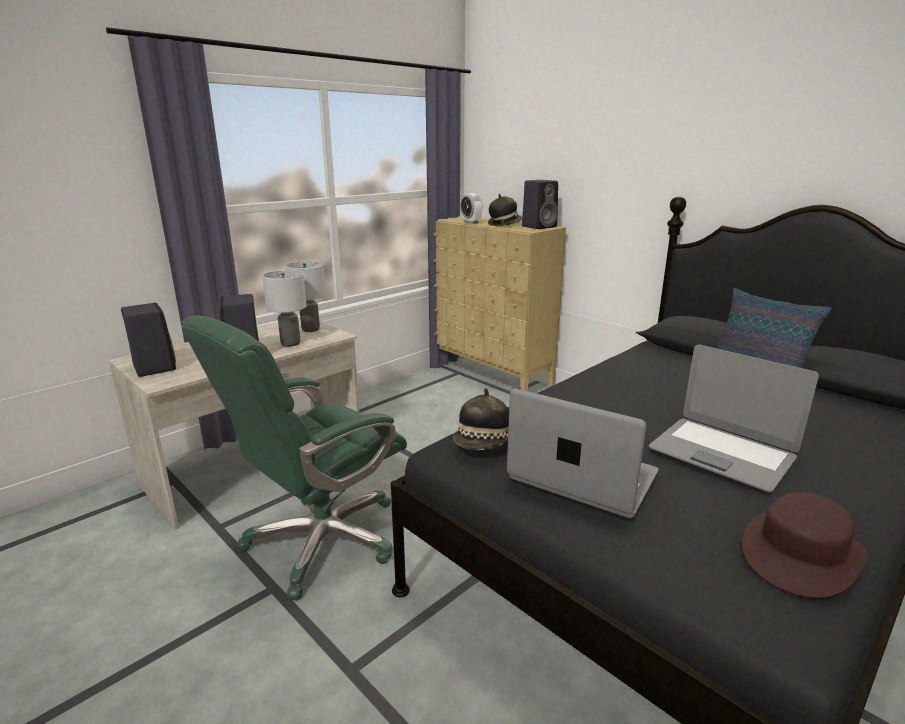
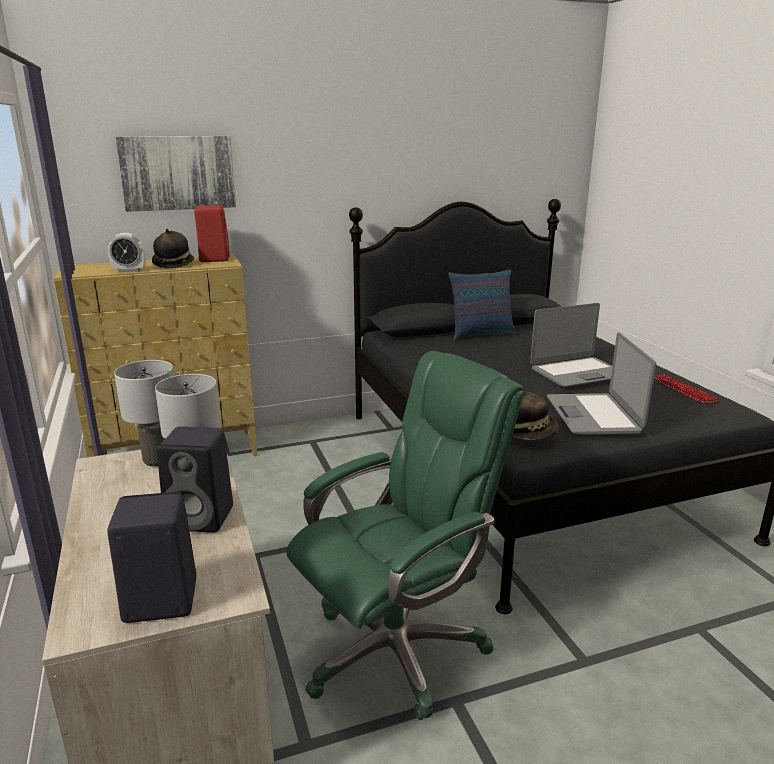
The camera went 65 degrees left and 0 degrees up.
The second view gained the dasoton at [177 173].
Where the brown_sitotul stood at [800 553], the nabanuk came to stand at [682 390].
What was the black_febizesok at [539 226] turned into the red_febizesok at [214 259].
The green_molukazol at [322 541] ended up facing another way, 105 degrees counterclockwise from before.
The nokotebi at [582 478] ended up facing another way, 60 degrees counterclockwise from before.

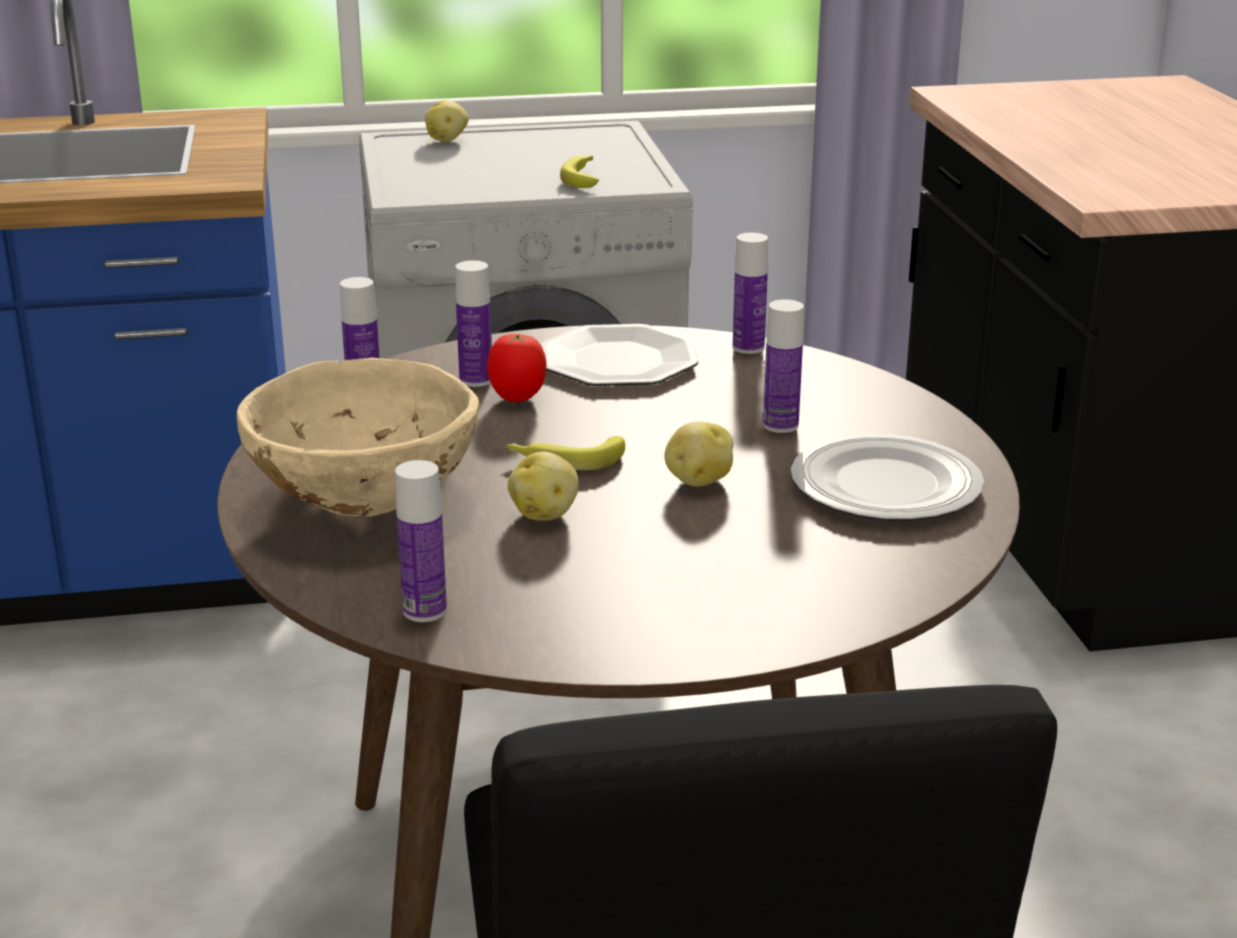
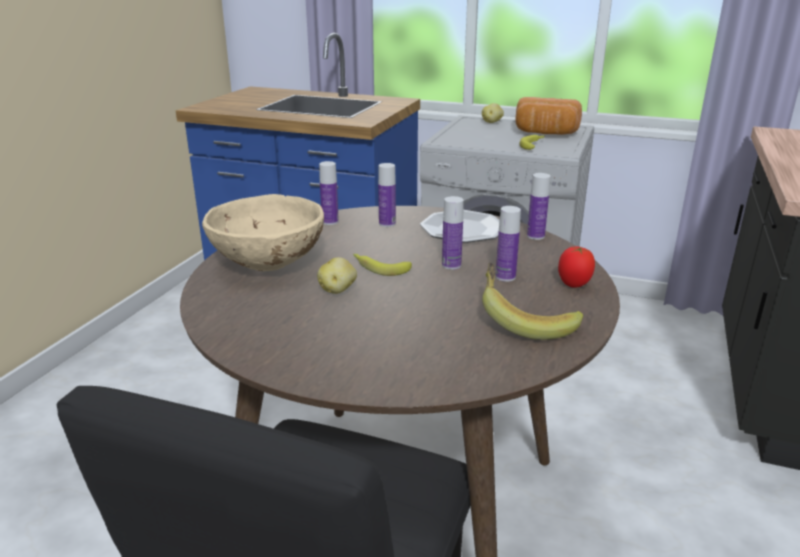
The camera went 30 degrees right and 0 degrees up.
The second view lost the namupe at [698 480].
The second view gained the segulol at [545 133].
The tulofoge ended up elsewhere, having gone from [424 611] to [451 265].
The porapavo ended up elsewhere, having gone from [517 398] to [574 285].
Where the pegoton stood at [885 484], the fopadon came to stand at [525 321].

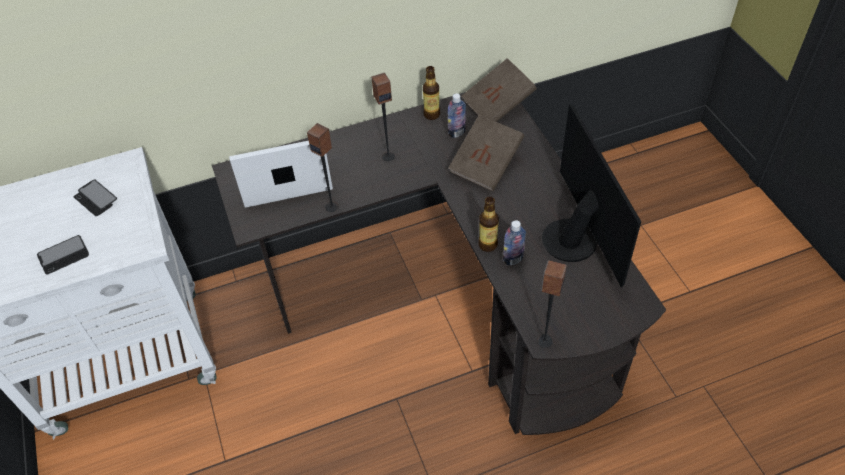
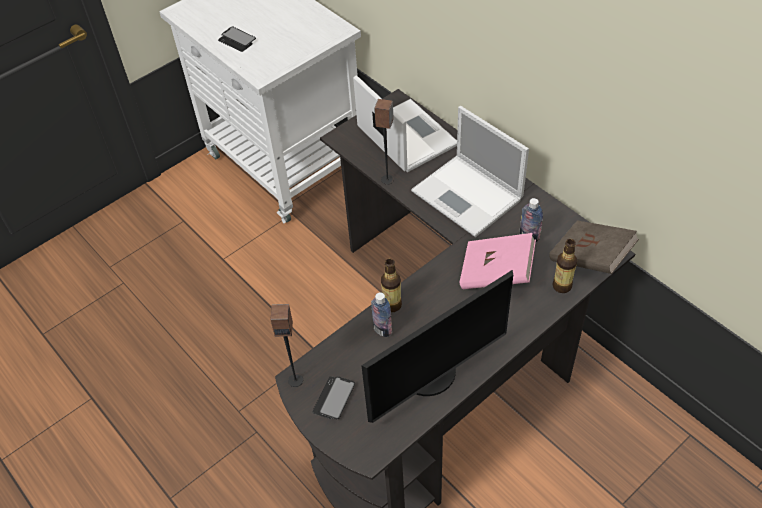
The camera went 70 degrees right and 0 degrees up.
The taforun ended up elsewhere, having gone from [96 199] to [334 398].
The tulofoge ended up elsewhere, having gone from [432 114] to [562 286].
Where the febizesok stood at [388 156], the nokotebi came to stand at [468 196].
What was the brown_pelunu at [486 165] turned into the pink_pelunu at [496 273].

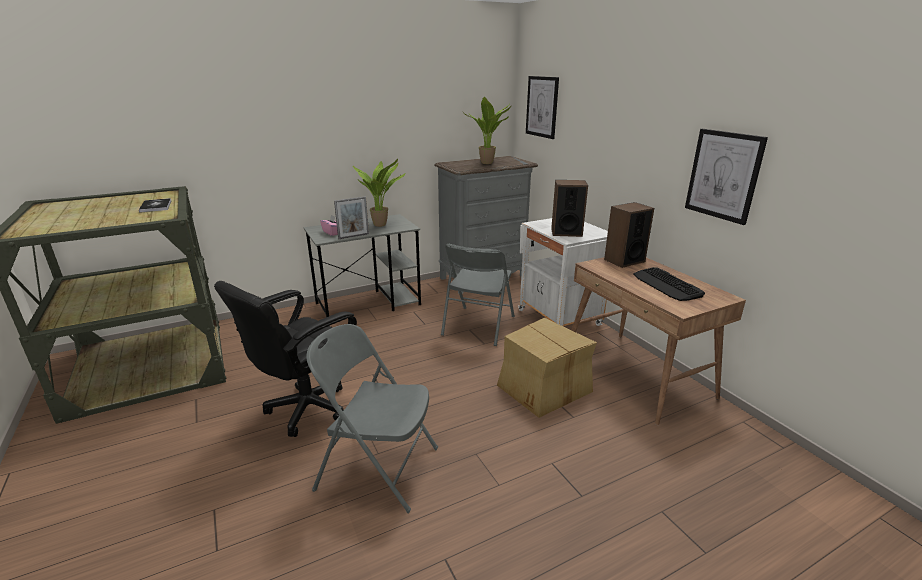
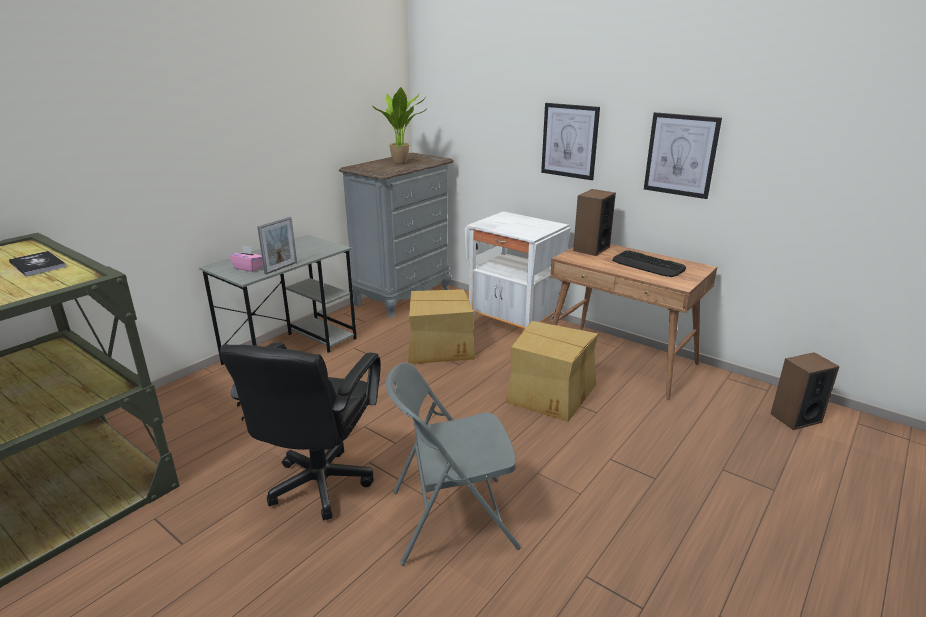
The camera went 25 degrees left and 0 degrees up.
The second view lost the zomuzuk at [382 224].
The dasoton ended up elsewhere, having gone from [542 107] to [569 141].
The febizesok ended up elsewhere, having gone from [566 232] to [795 418].
Where the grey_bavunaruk stood at [478 325], the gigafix came to stand at [438 347].

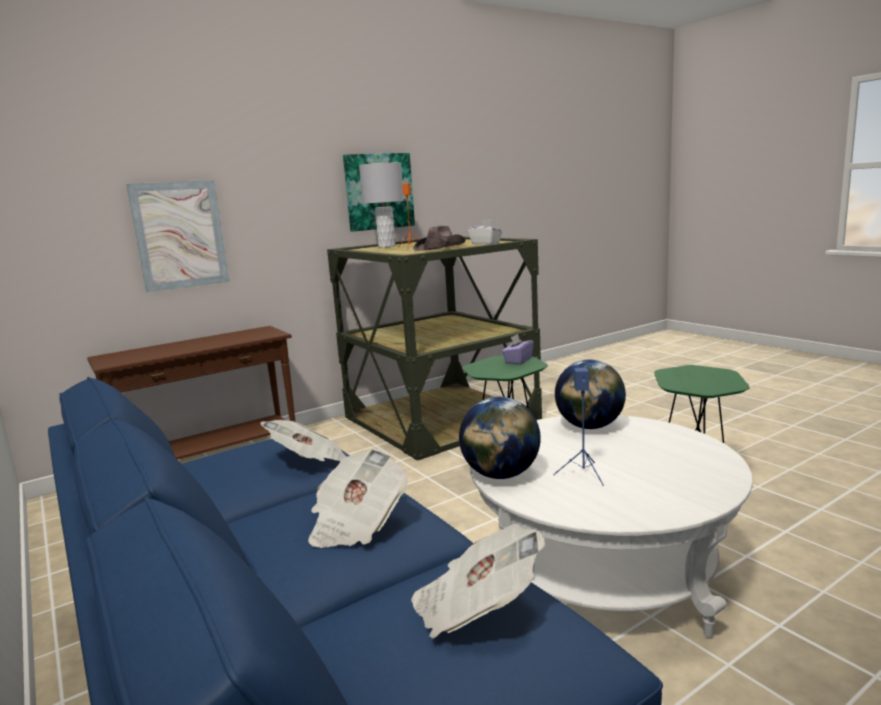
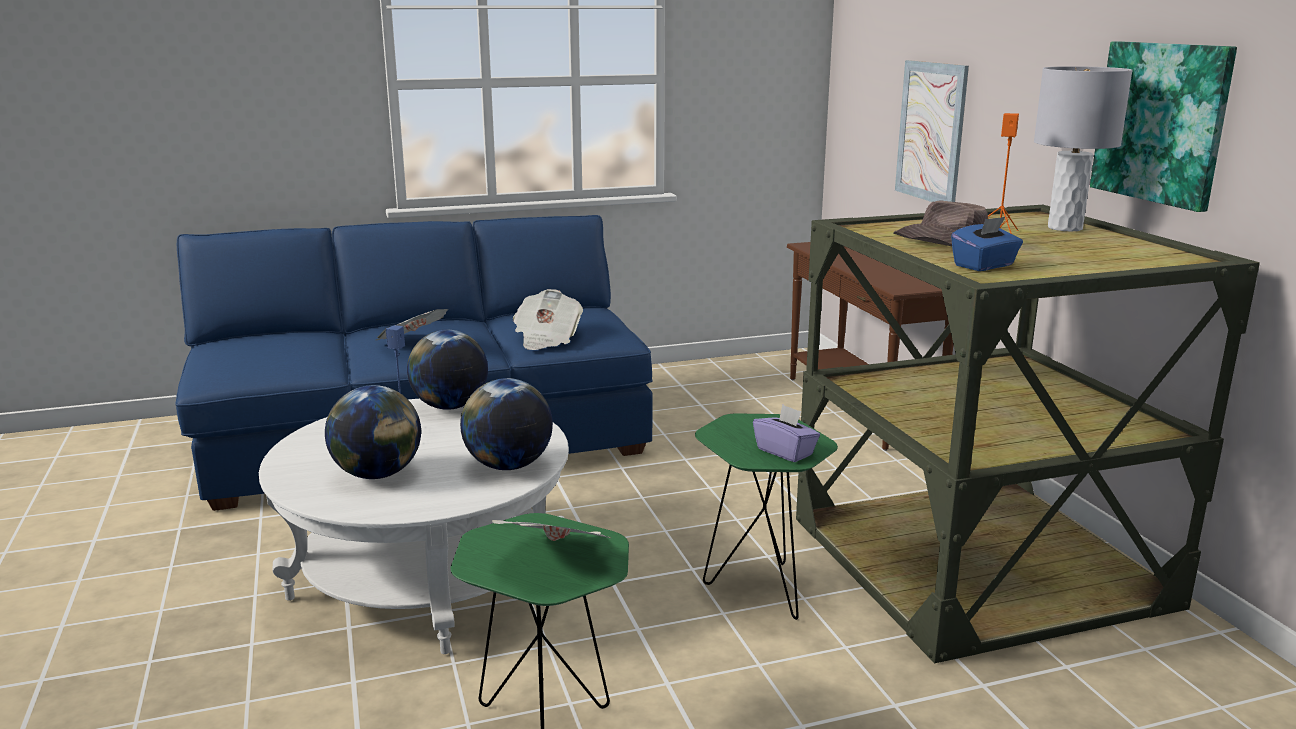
The camera went 105 degrees right and 5 degrees up.
The second view gained the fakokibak at [377 474].
The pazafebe ended up elsewhere, having gone from [476 609] to [558 558].
What was the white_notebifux at [486 243] turned into the blue_notebifux at [984 266].

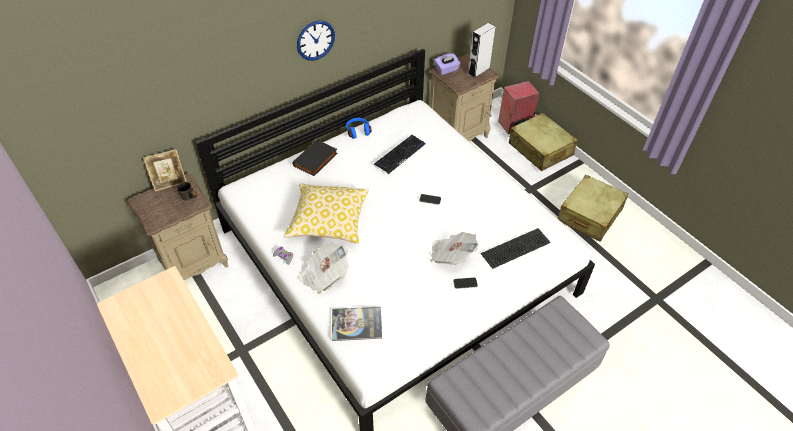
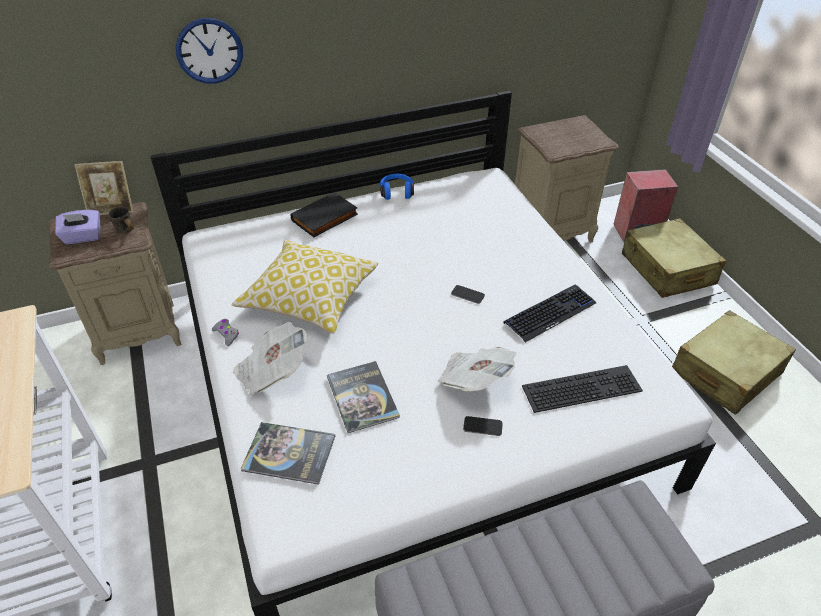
The camera went 15 degrees right and 5 degrees down.
The second view lost the grey_febizesok at [478 71].
The second view gained the pelunu at [362 397].
The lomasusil ended up elsewhere, having gone from [315 40] to [209 51].
The nabanuk ended up elsewhere, having gone from [400 154] to [550 313].
The purple_notebifux ended up elsewhere, having gone from [446 70] to [83 237].

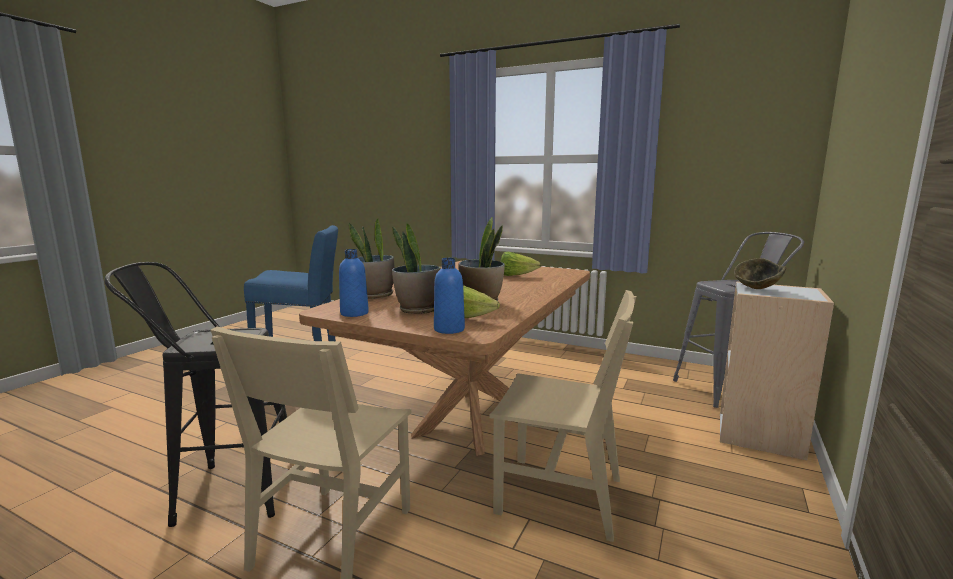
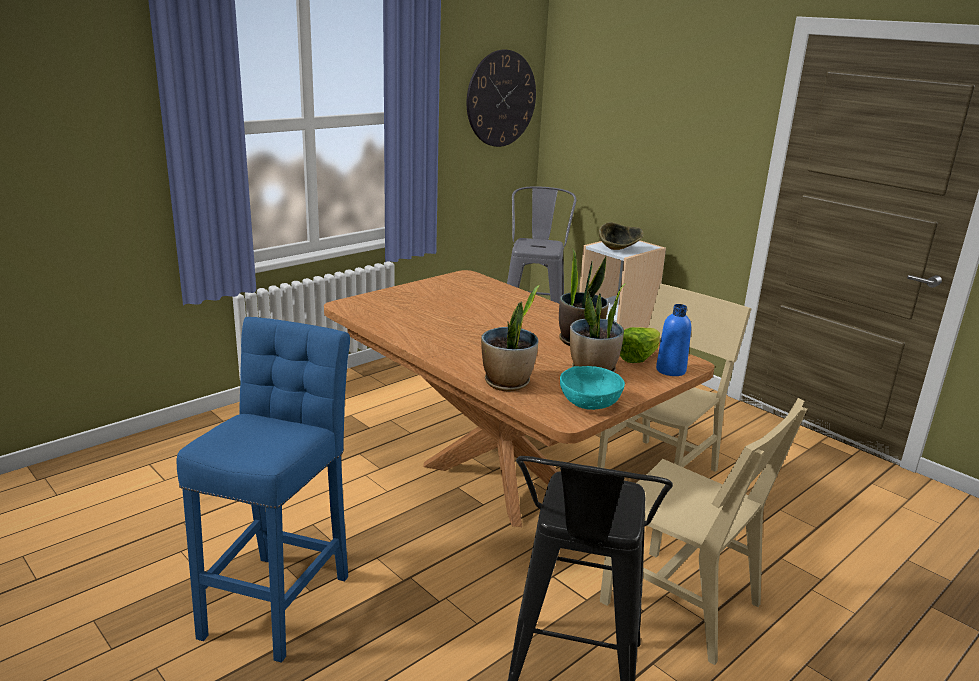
The camera went 70 degrees left and 10 degrees up.
The second view lost the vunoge at [516 276].
The second view gained the lomasusil at [501 98].
Where the blue_tulofoge stood at [354 313], the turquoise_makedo came to stand at [589 403].

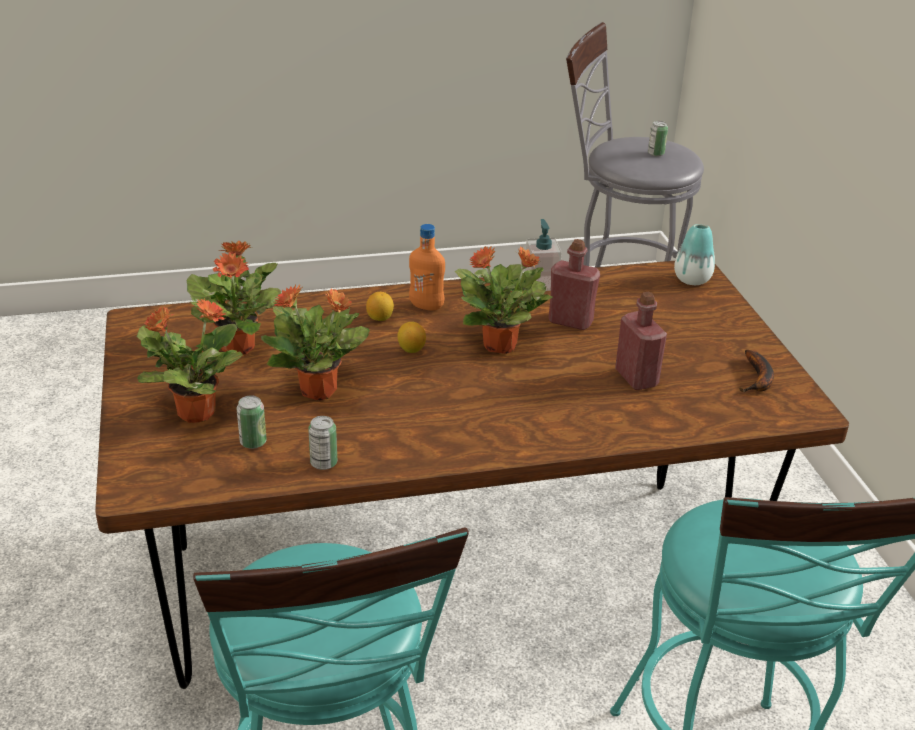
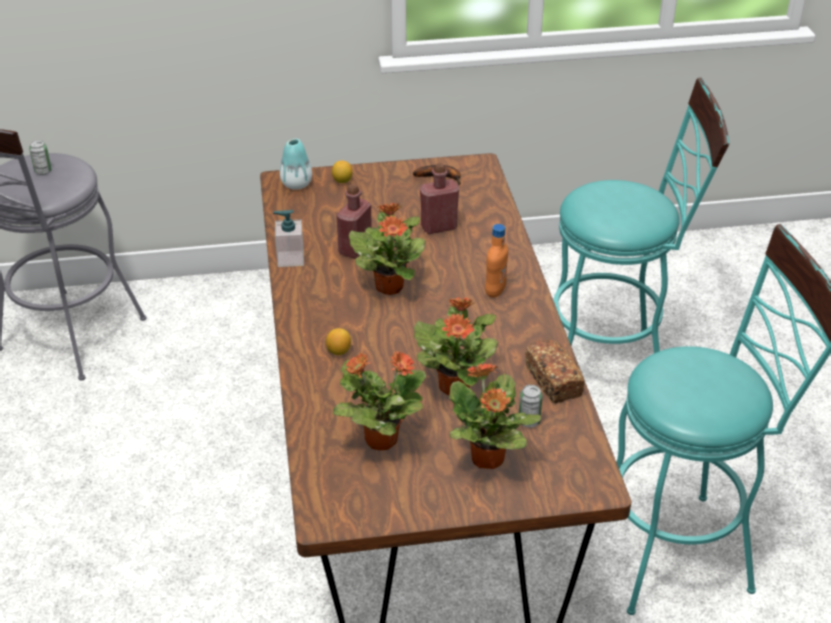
The camera went 85 degrees left and 5 degrees up.
The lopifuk ended up elsewhere, having gone from [411 349] to [342 181].
The orange_tulofoge ended up elsewhere, having gone from [426 306] to [495 291].
Where the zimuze stood at [323 463], the segulol came to stand at [553 382].

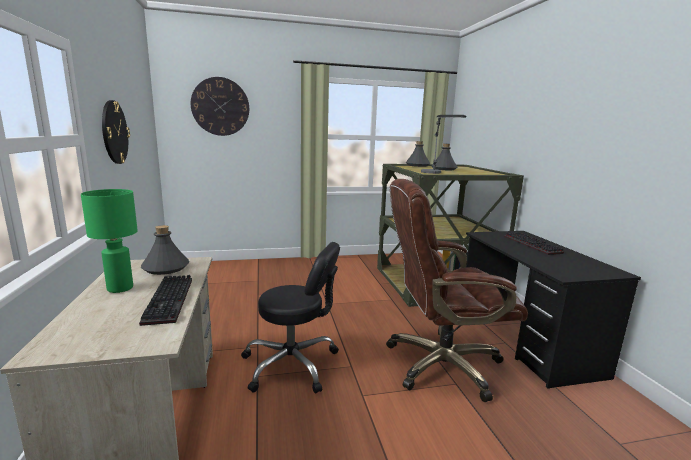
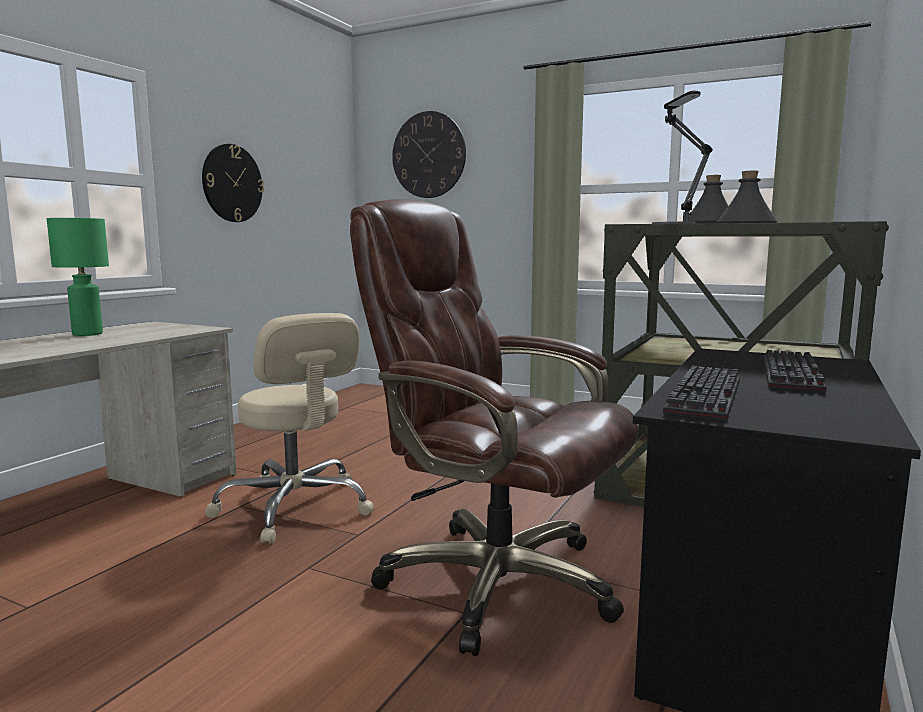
The camera went 40 degrees right and 5 degrees down.
The second view lost the grey_tulofoge at [165 268].
The nabanuk ended up elsewhere, having gone from [171 301] to [708 397].
What was the black_molukazol at [295 365] turned into the beige_molukazol at [297 510].

